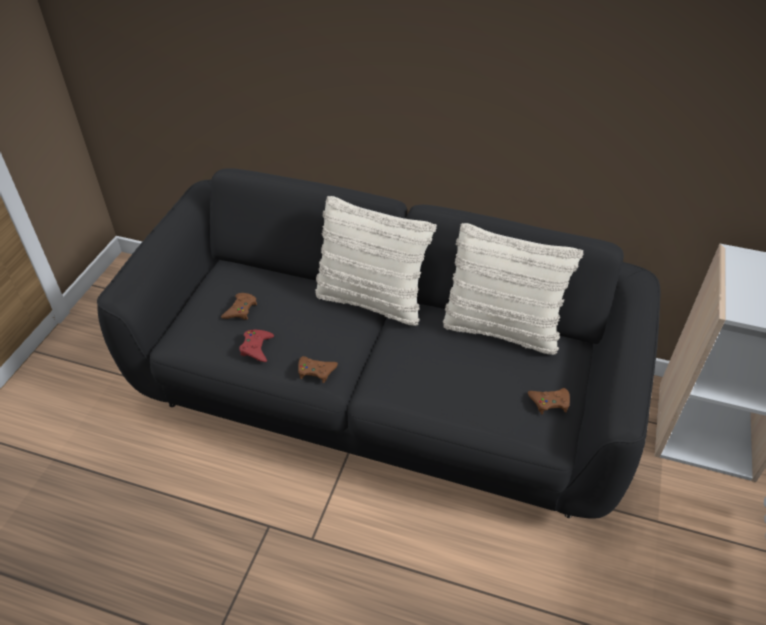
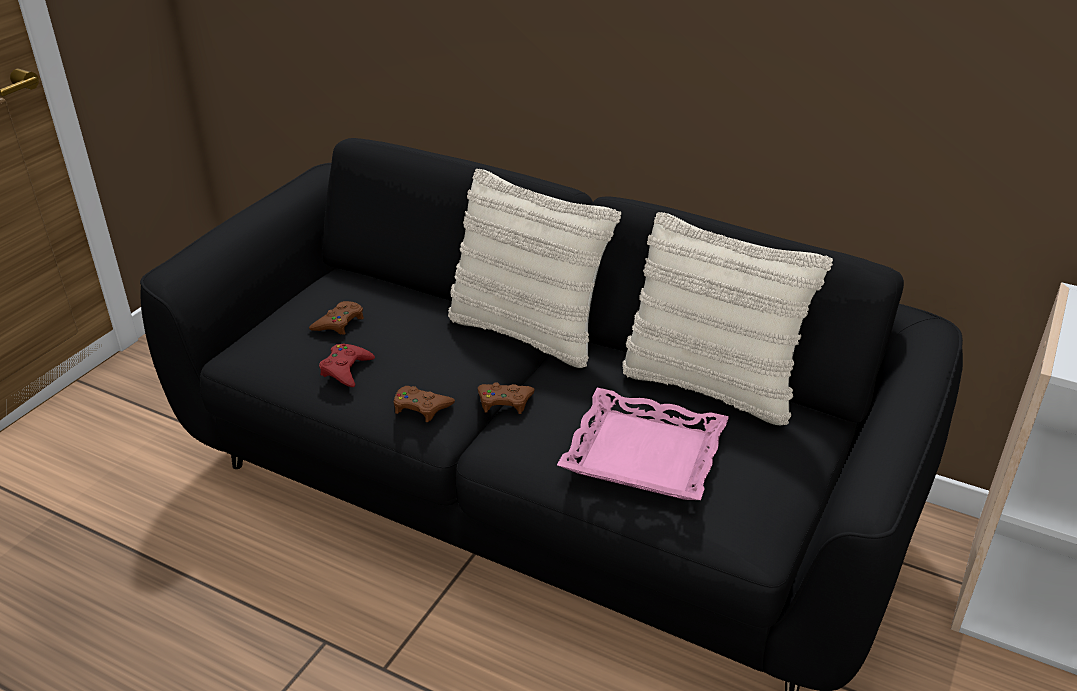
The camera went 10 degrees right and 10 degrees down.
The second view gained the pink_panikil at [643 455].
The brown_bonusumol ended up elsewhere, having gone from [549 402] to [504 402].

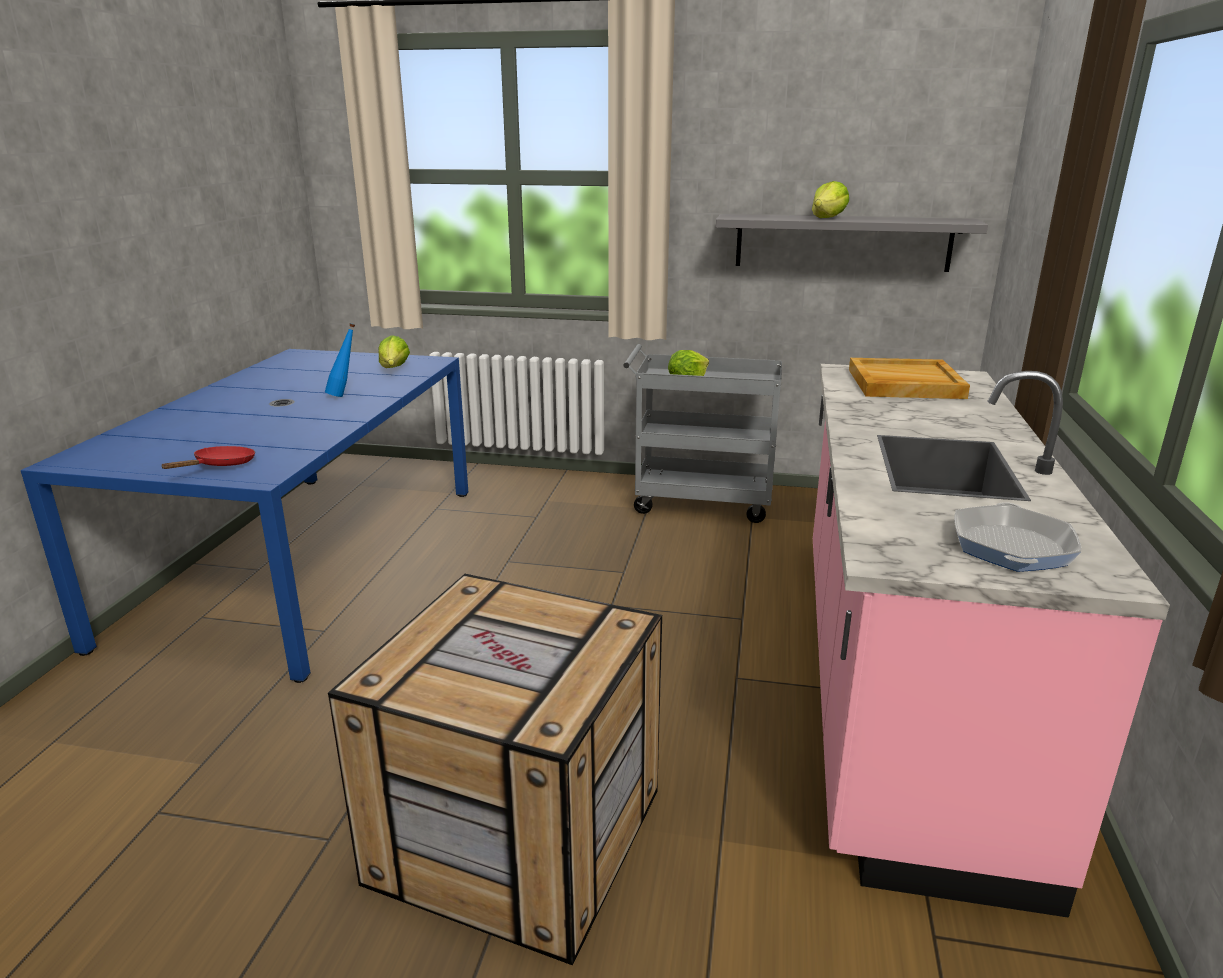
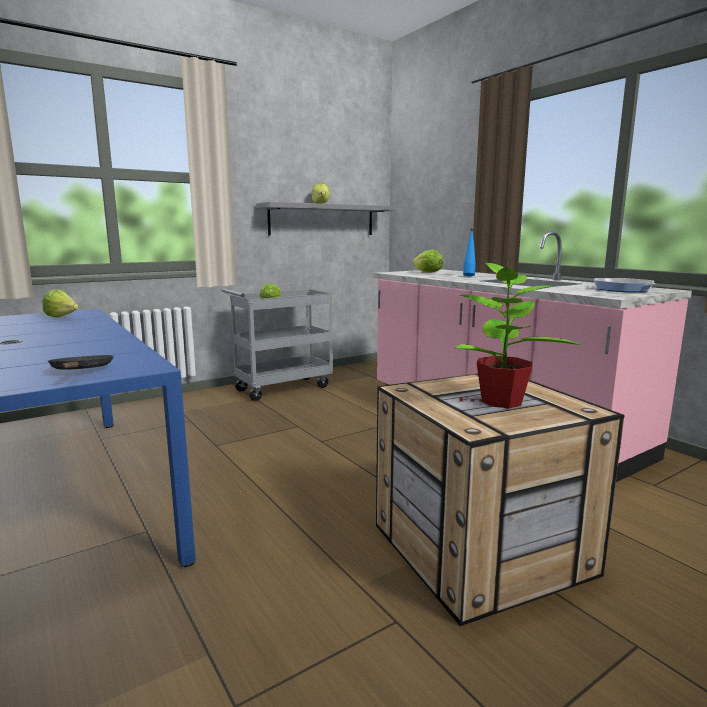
The camera went 45 degrees left and 10 degrees down.
The second view gained the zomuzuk at [502 402].
The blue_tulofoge ended up elsewhere, having gone from [344 395] to [469 276].
Where the beige_panikil stood at [904 384], the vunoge came to stand at [428 272].
What was the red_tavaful at [221 466] turned into the black_tavaful at [81 371].

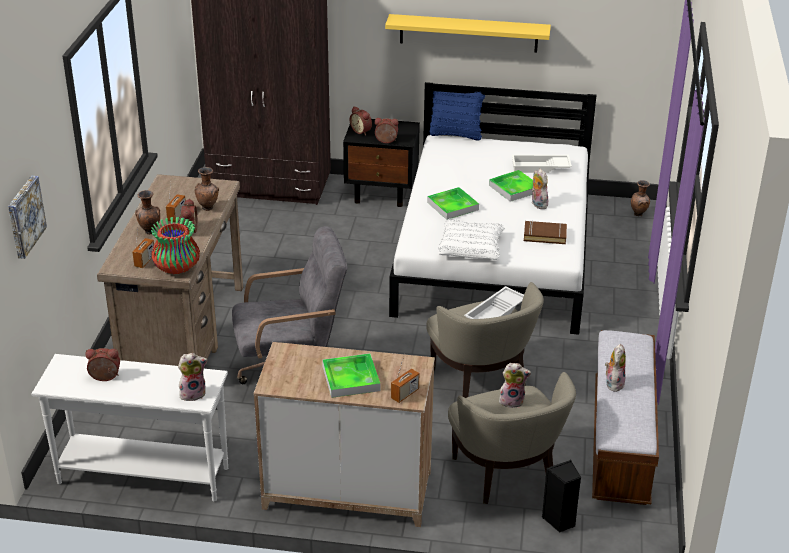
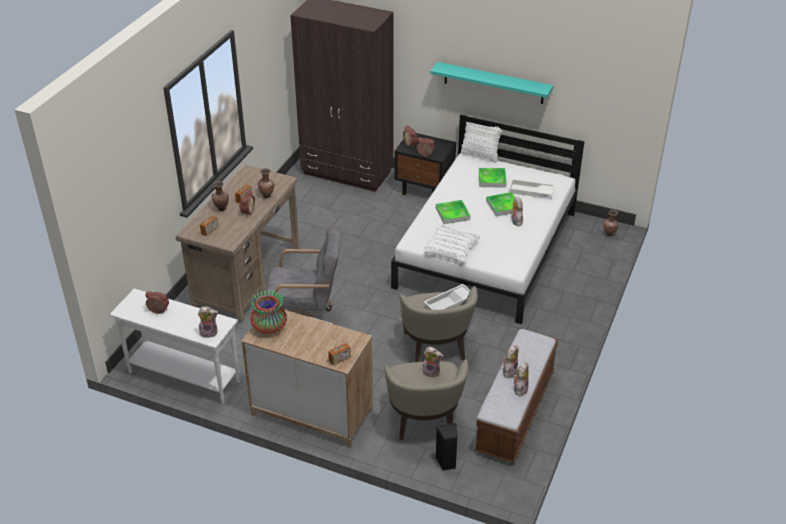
The camera went 15 degrees right and 5 degrees up.
The second view lost the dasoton at [24 216].
The second view lost the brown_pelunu at [545 235].
The second view gained the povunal at [520 389].
The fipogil ended up elsewhere, having gone from [176 267] to [269 327].
The panikil ended up elsewhere, having gone from [351 379] to [492 179].
What was the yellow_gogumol at [468 33] turned into the turquoise_gogumol at [493 83].
What was the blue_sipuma at [456 134] turned into the white_sipuma at [481 155].

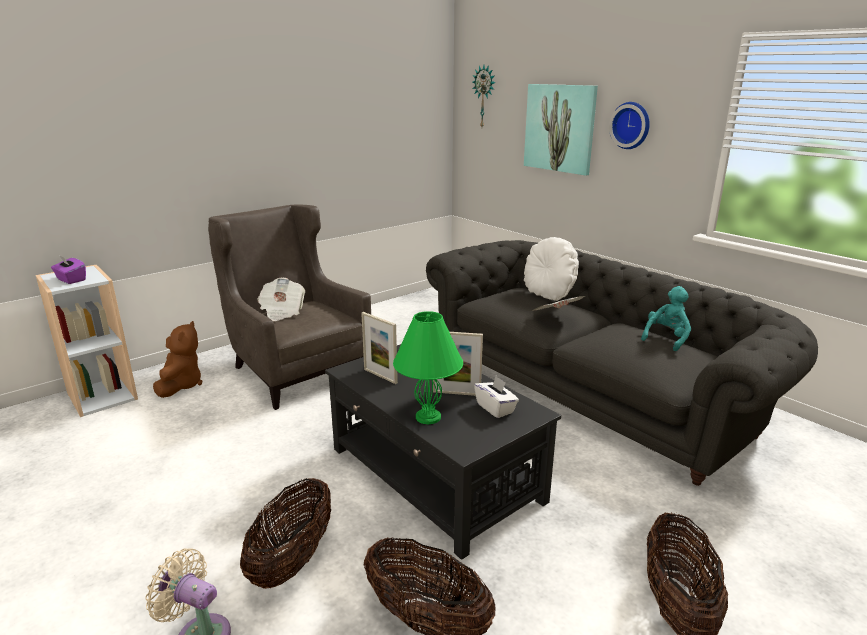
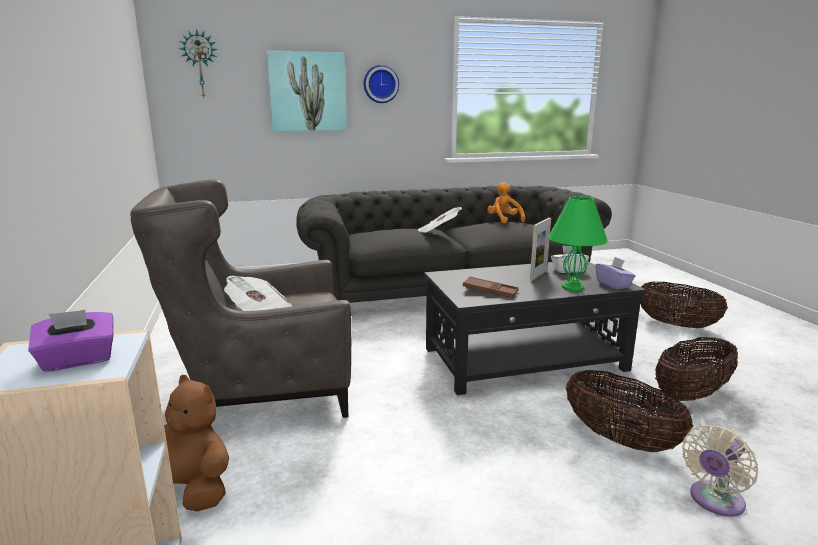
The camera went 65 degrees left and 5 degrees down.
The second view lost the white_sipuma at [548 295].
The second view gained the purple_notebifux at [613 284].
Where the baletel stood at [380 376], the brown_panikil came to stand at [490 291].
What was the turquoise_povunal at [666 338] turned into the orange_povunal at [504 220].

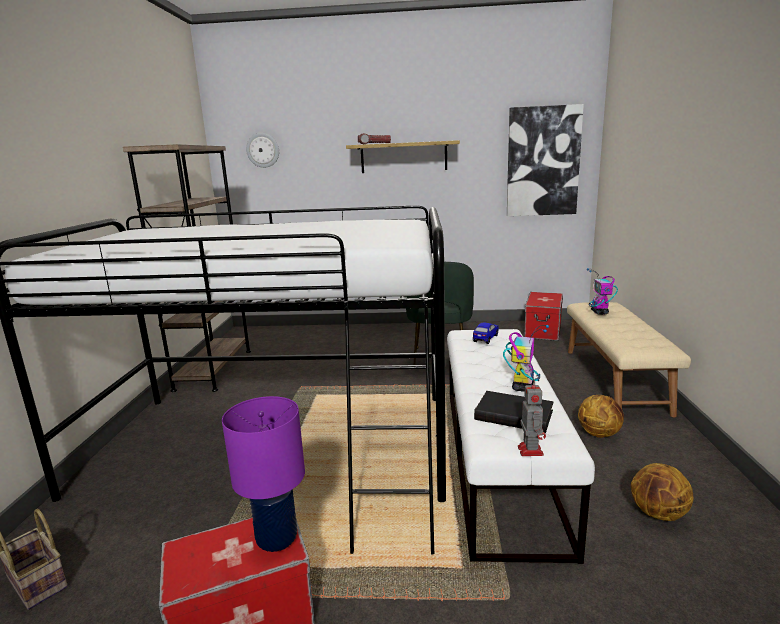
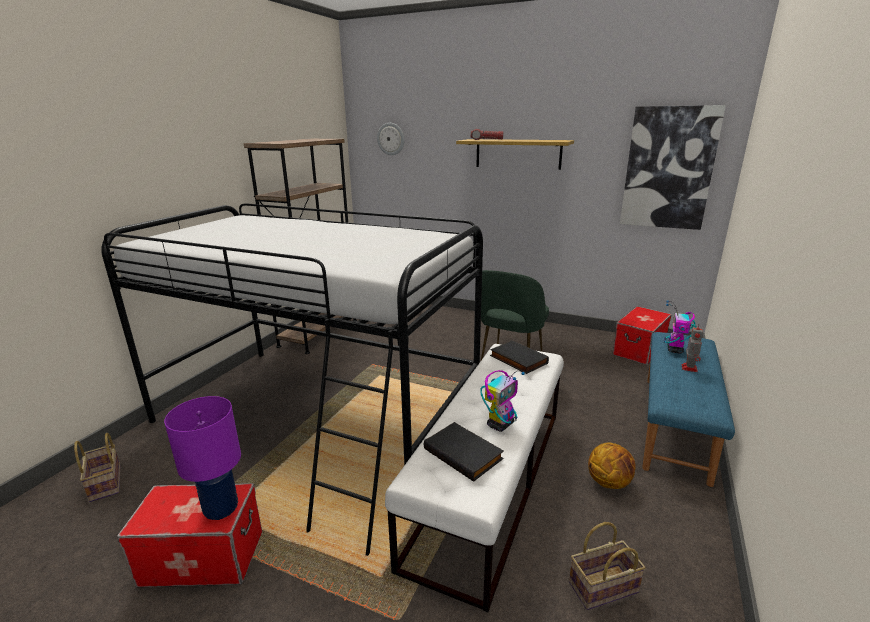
The camera went 20 degrees right and 5 degrees up.
The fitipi ended up elsewhere, having gone from [530 450] to [689 368].
Where the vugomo stood at [486 338], the black_pelunu came to stand at [517 360].
Where the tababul stood at [658 514], the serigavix came to stand at [602 589].
What was the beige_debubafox at [615 379] turned into the blue_debubafox at [676 425].

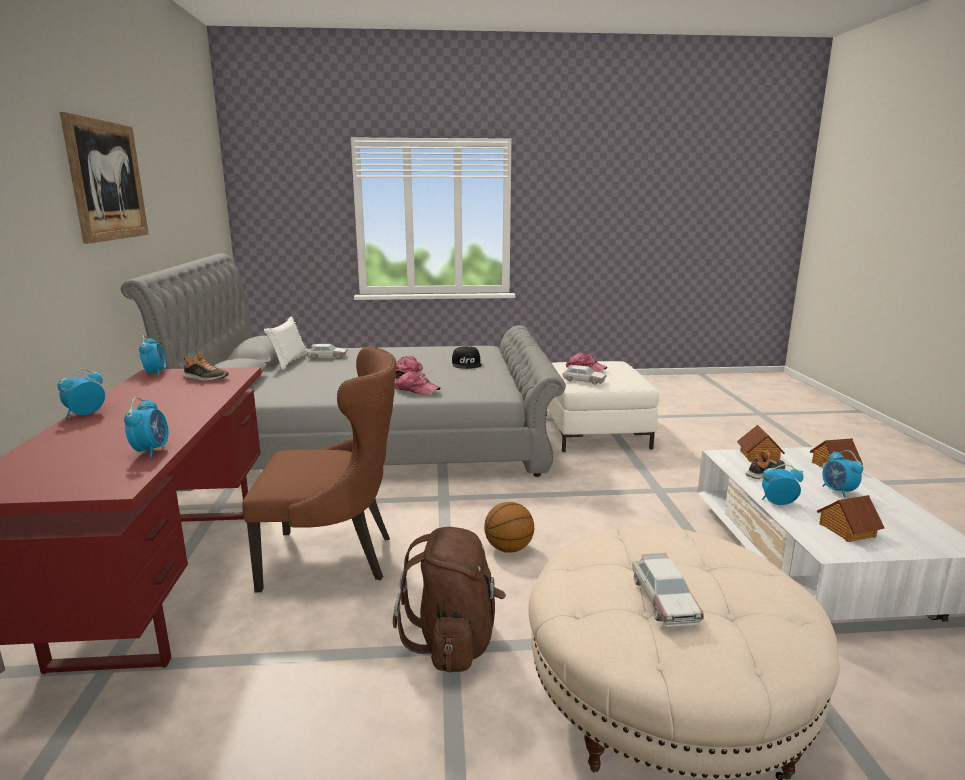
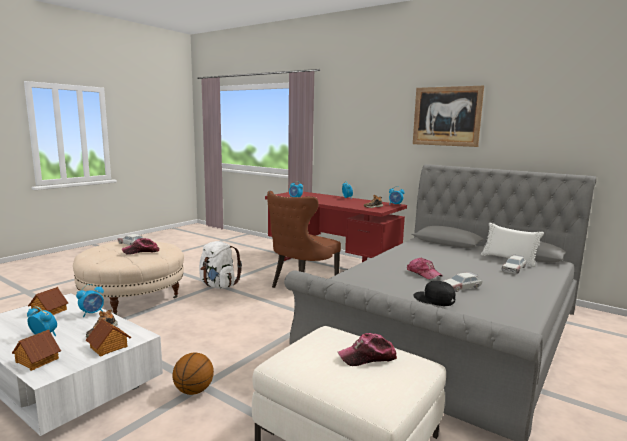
The camera went 130 degrees right and 5 degrees down.
The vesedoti ended up elsewhere, having gone from [416 390] to [141 251].
The tababul ended up elsewhere, having gone from [509 548] to [193 391].
The vugomo ended up elsewhere, having gone from [583 380] to [461 287].
What was the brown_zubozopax at [454 641] turned into the white_zubozopax at [218 286].

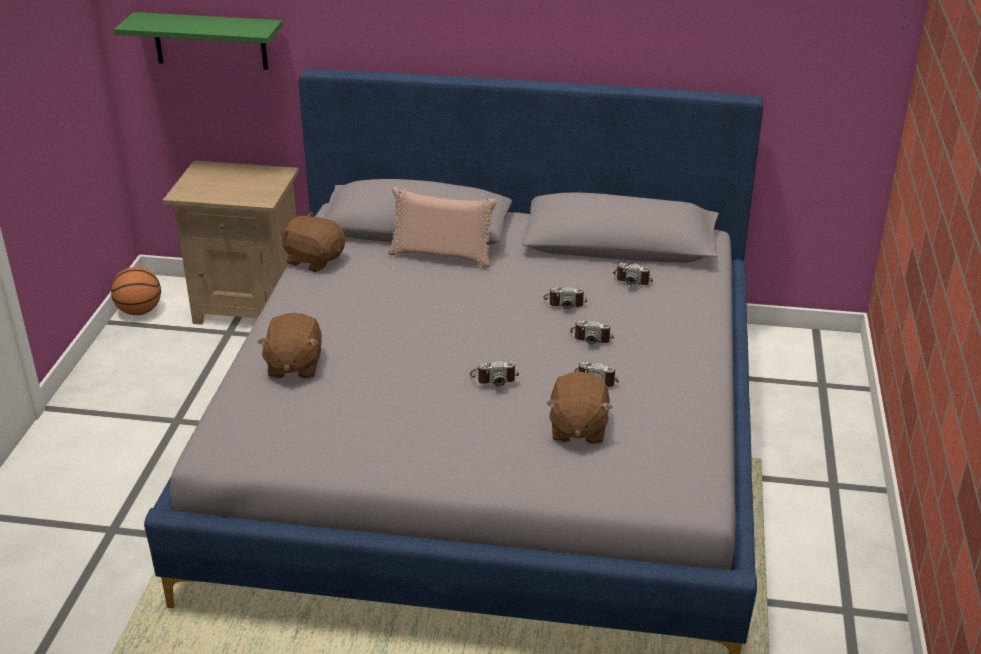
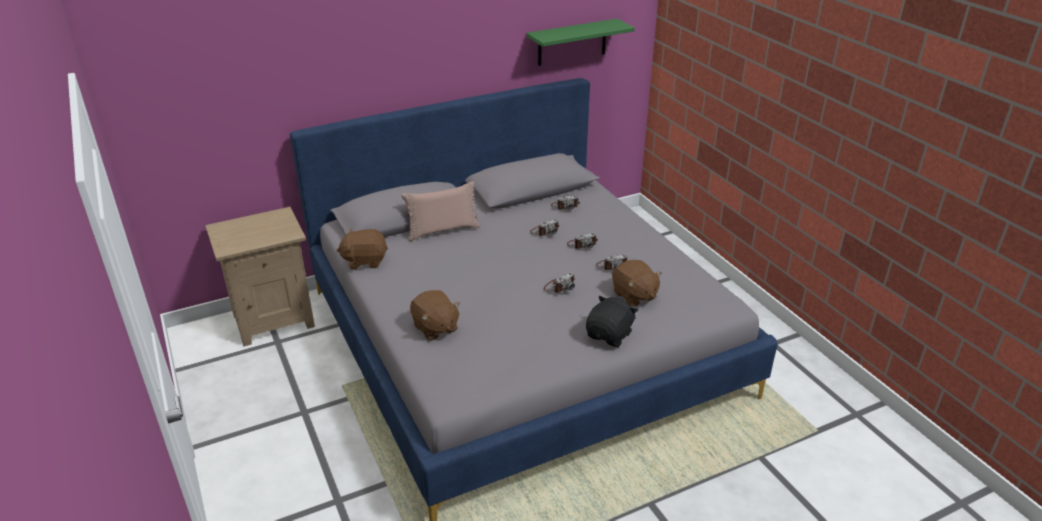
The camera went 35 degrees left and 0 degrees up.
The second view lost the tababul at [140 311].
The second view gained the black_povunal at [610 335].
The green_gogumol ended up elsewhere, having gone from [210 41] to [572 42].

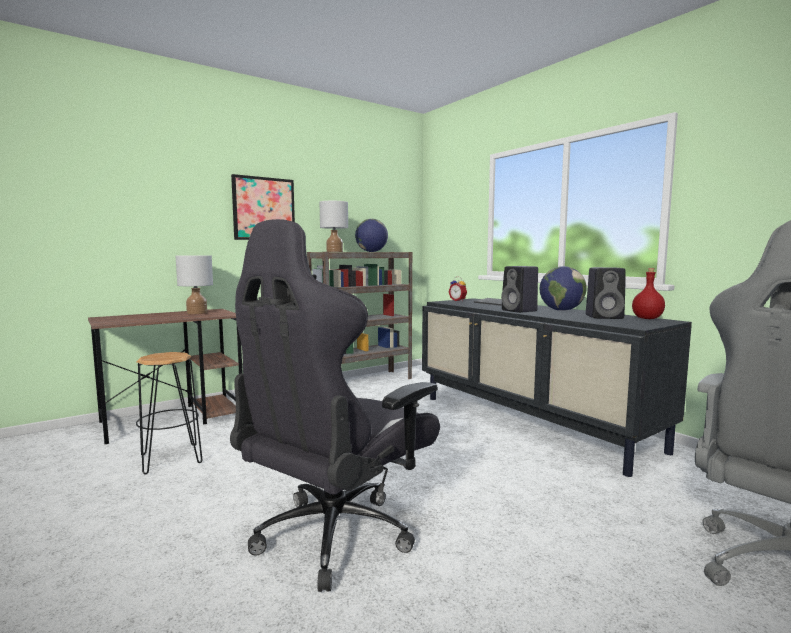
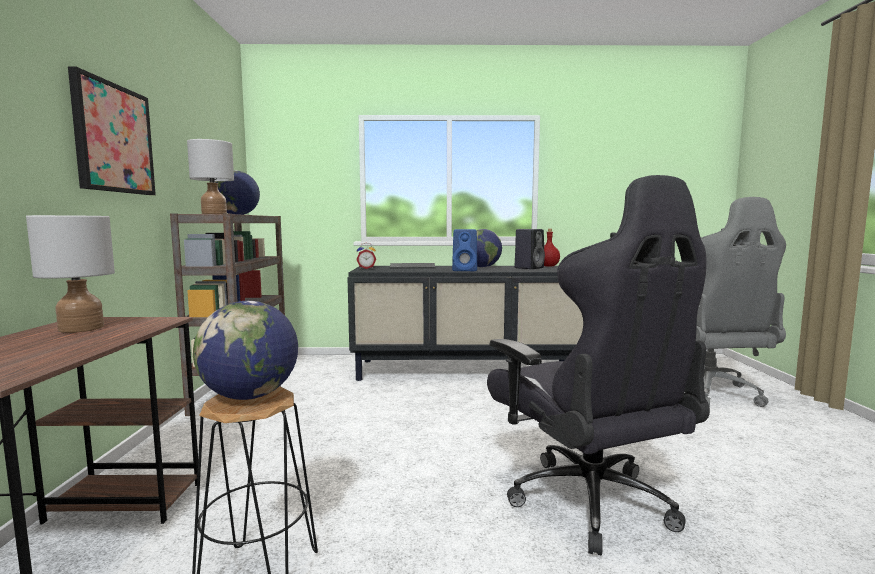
The camera went 55 degrees left and 0 degrees up.
The second view gained the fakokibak at [250 396].
What was the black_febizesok at [520 311] turned into the blue_febizesok at [465 270].

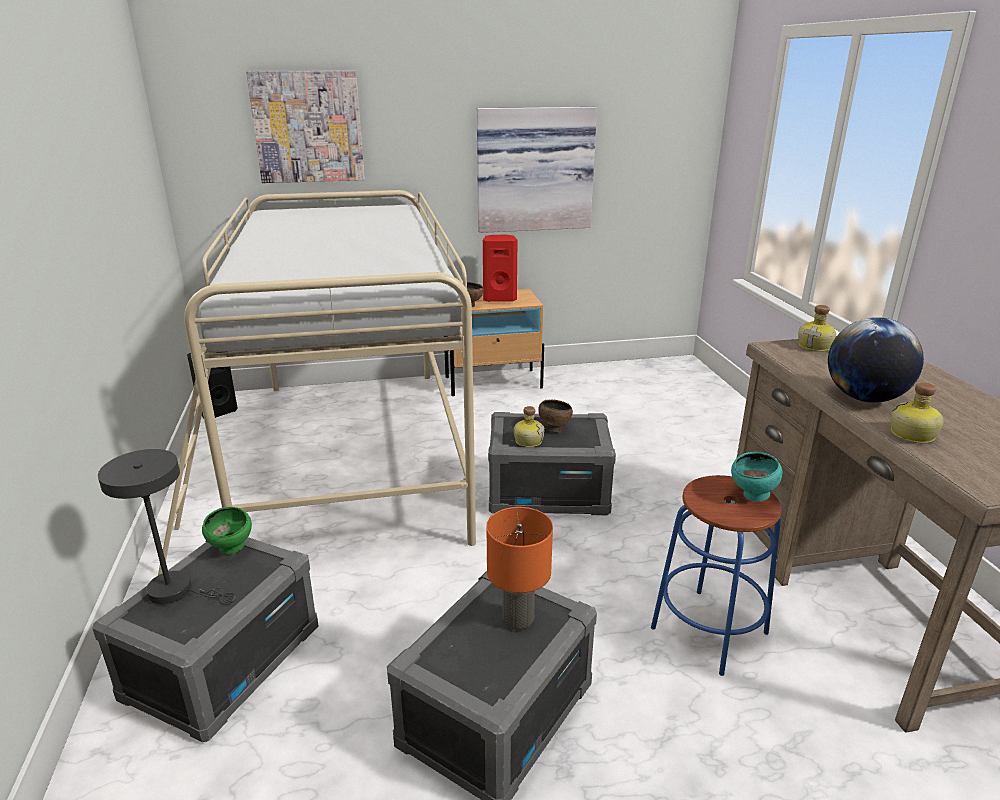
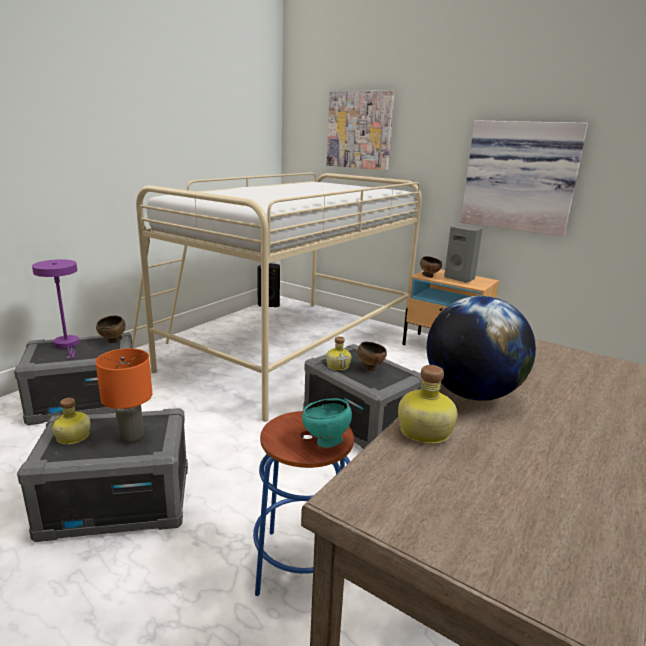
The camera went 45 degrees right and 5 degrees down.
The tulofoge ended up elsewhere, having gone from [815 346] to [73 437].
What was the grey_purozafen at [177 591] turned into the purple_purozafen at [67 345].
What was the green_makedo at [232 549] turned into the brown_makedo at [113 341].
What was the red_febizesok at [499 298] turned into the grey_febizesok at [460 279].

